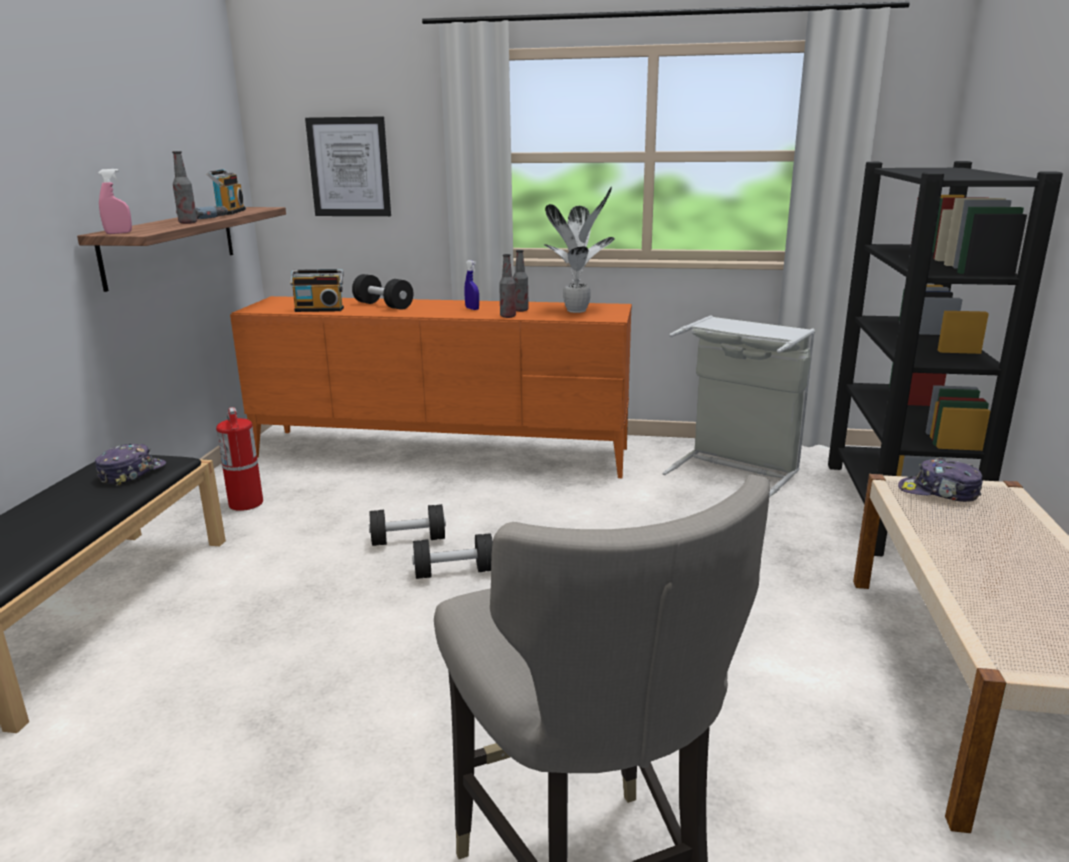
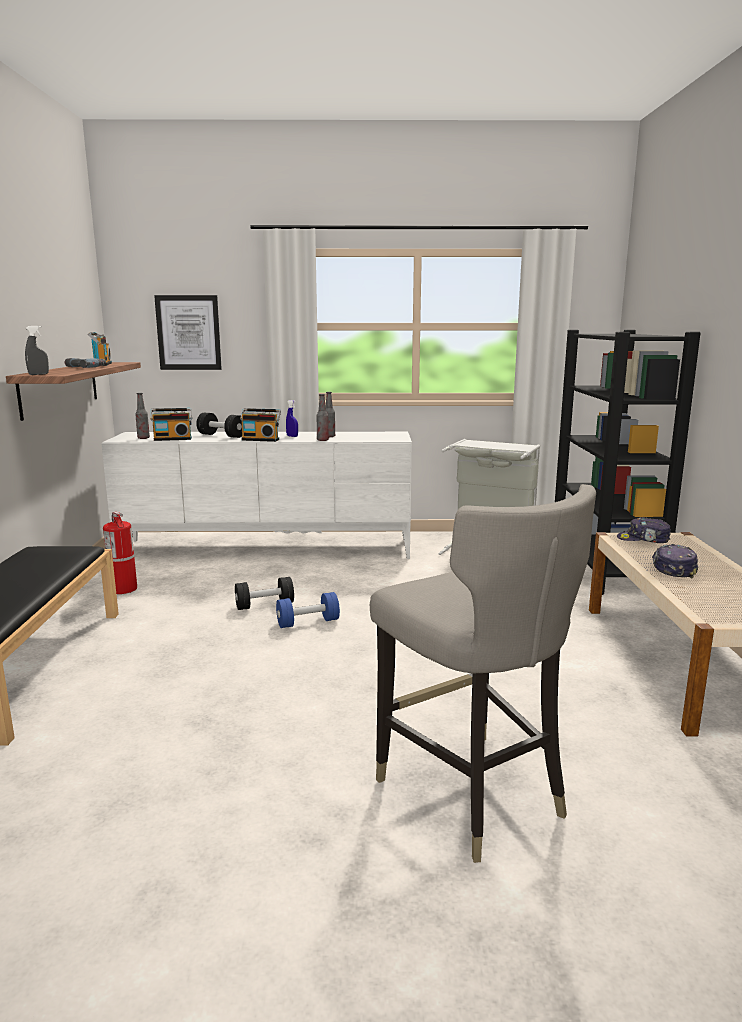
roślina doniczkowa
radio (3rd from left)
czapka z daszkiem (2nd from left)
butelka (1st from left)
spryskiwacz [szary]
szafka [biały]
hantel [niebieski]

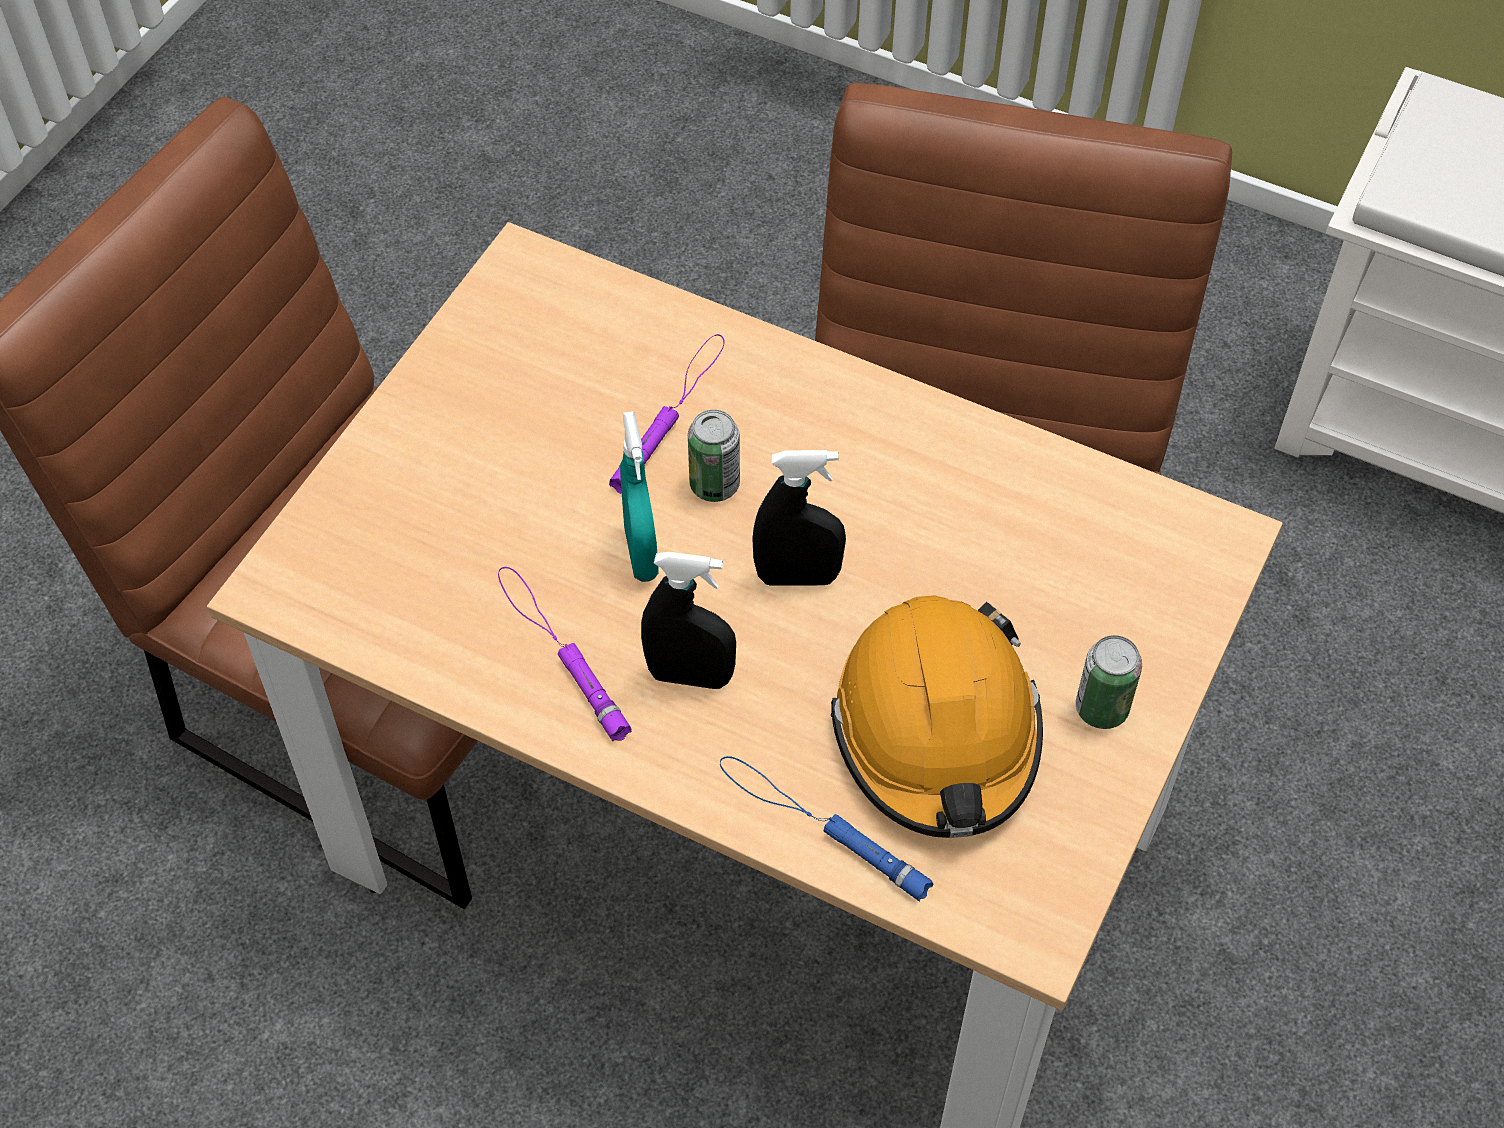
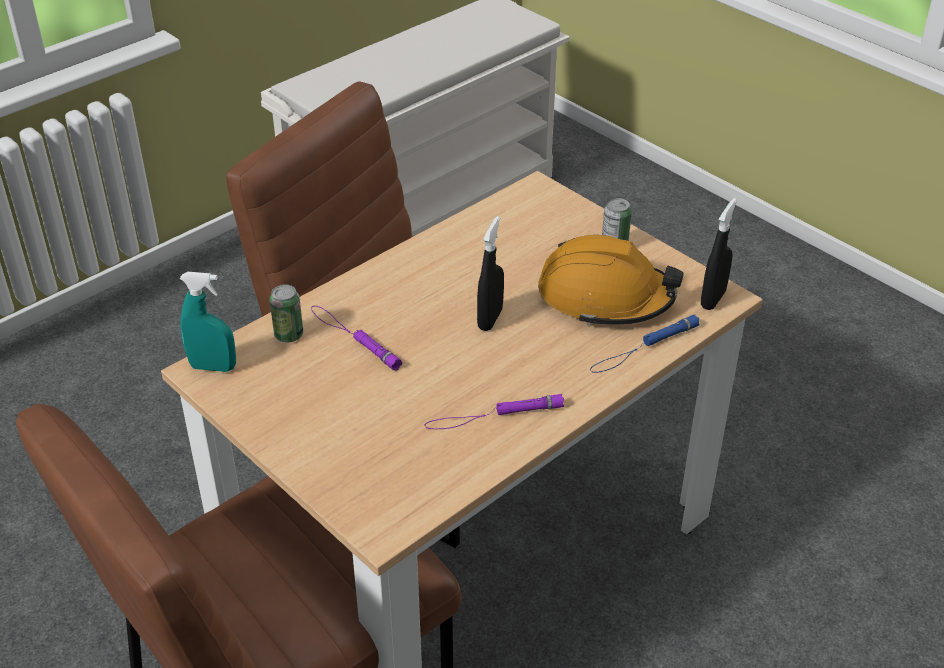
spryskiwacz [turkusowy]
spryskiwacz [czarny] (2nd from left)
puszka (1st from left)

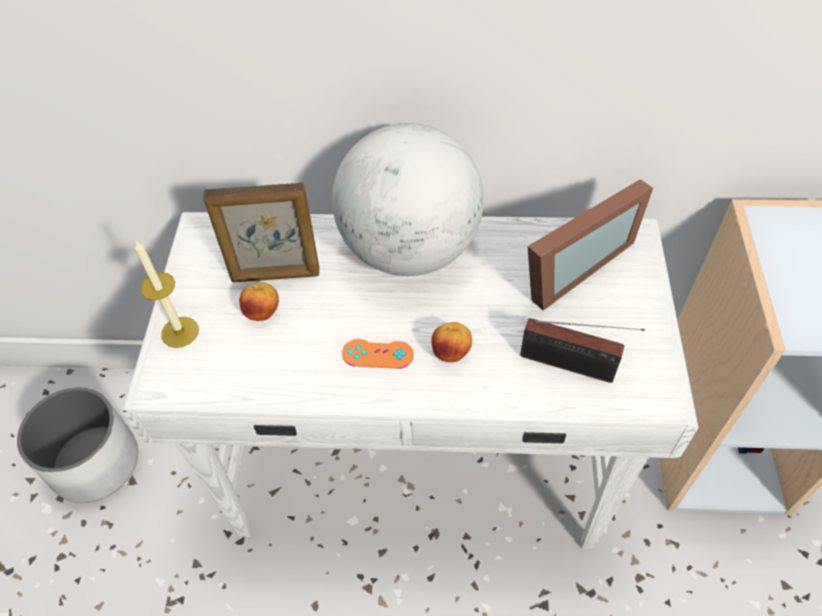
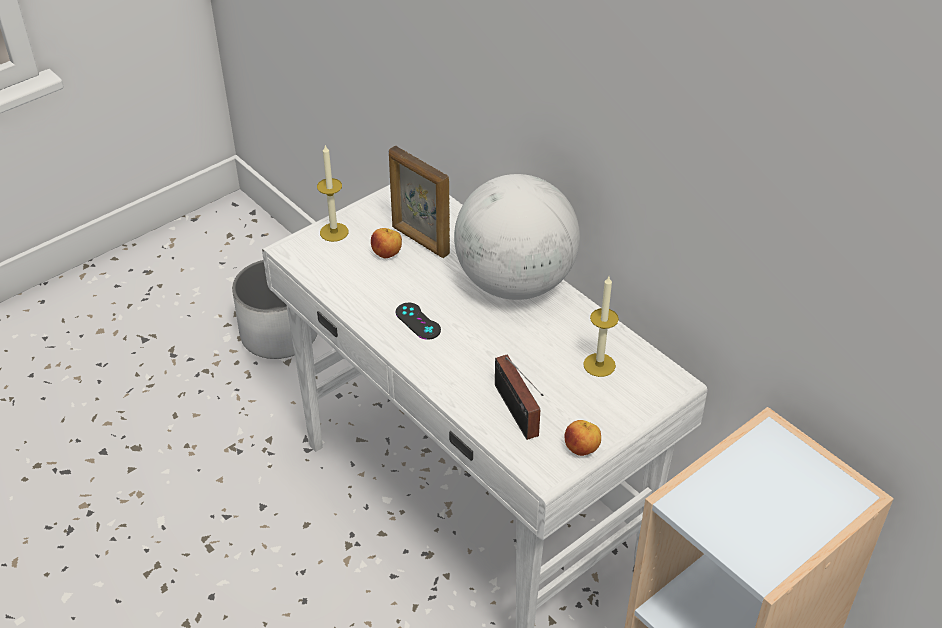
jabłko (2nd from left)
świeca (2nd from left)
pad do gier [czarny]

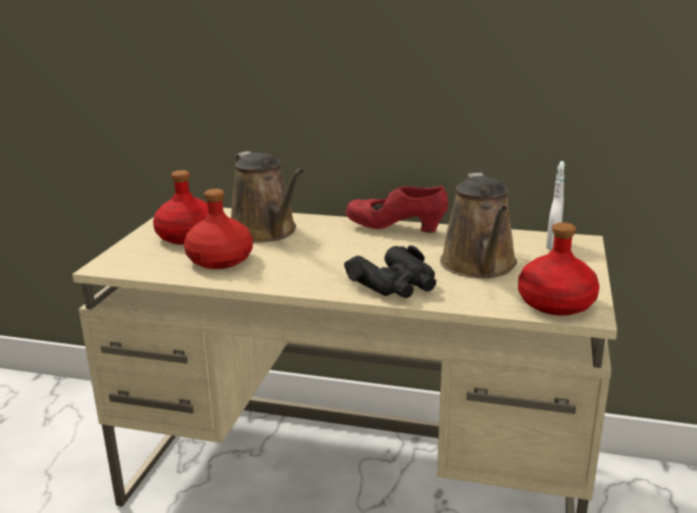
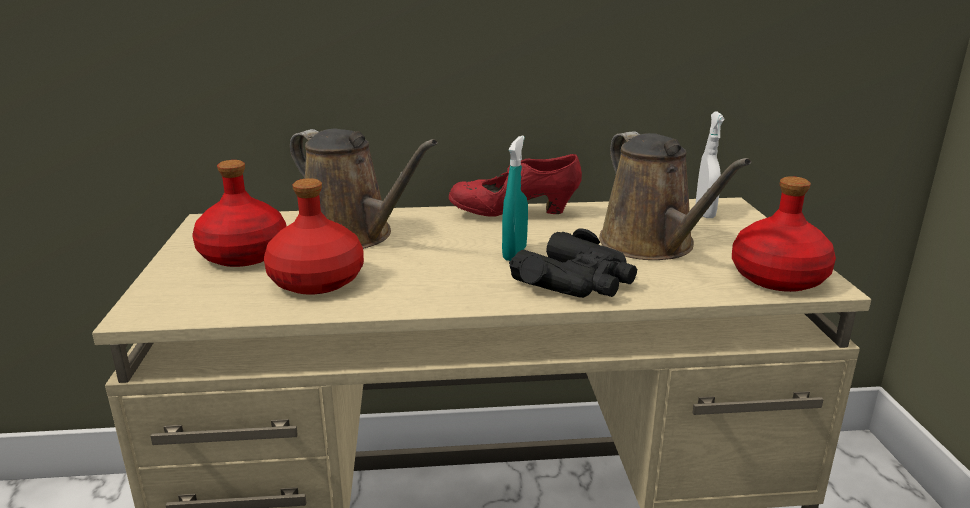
spryskiwacz [turkusowy]

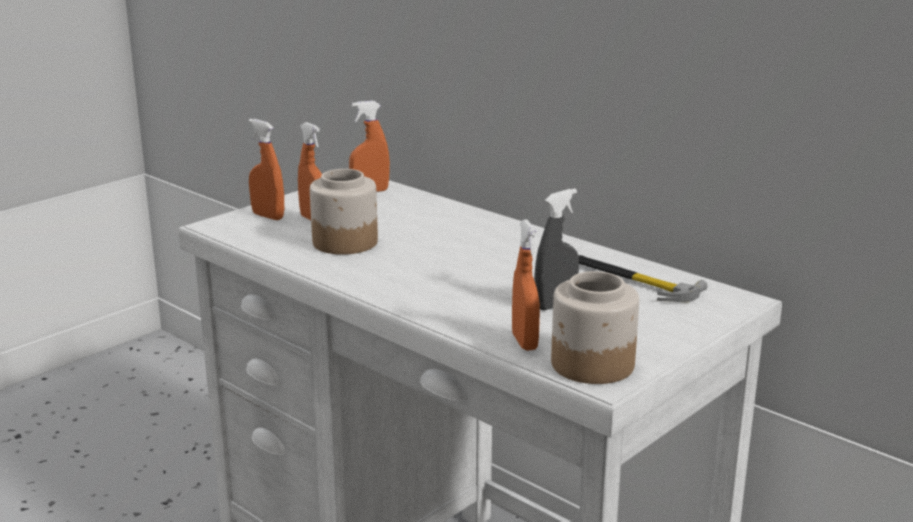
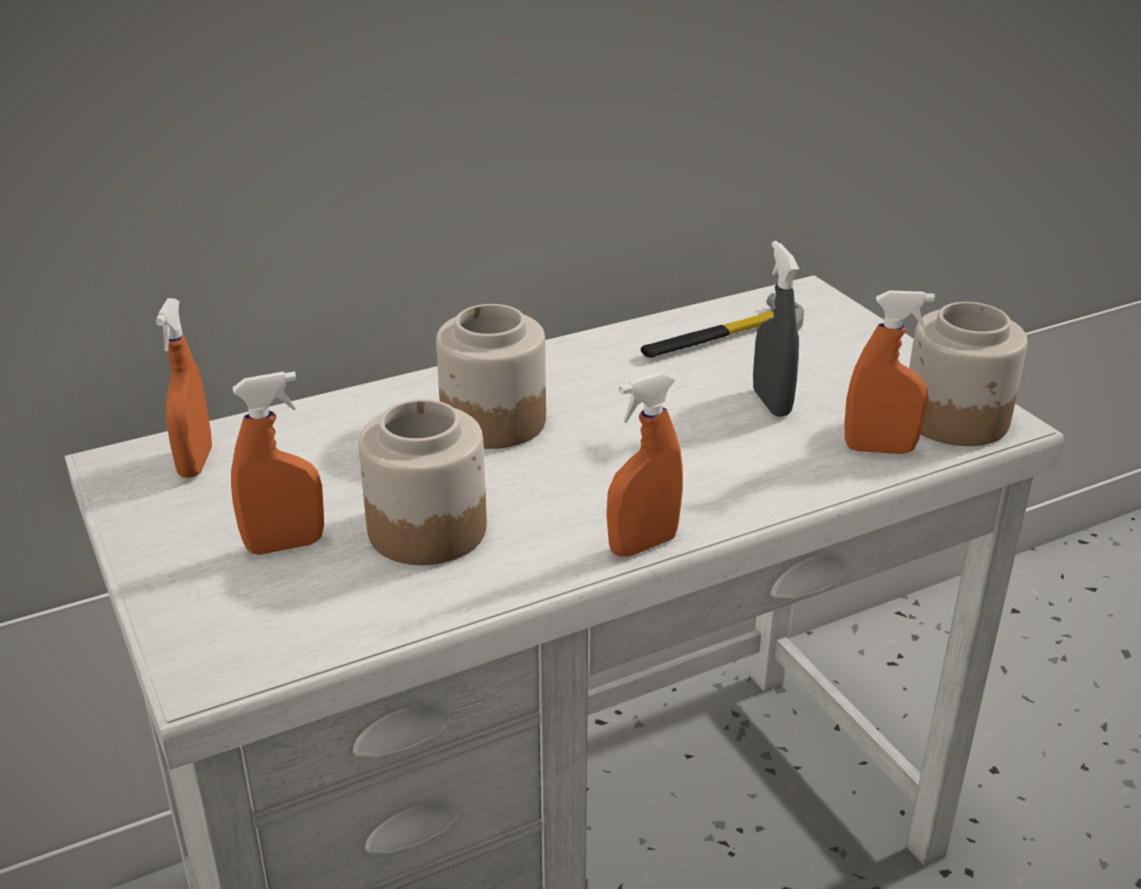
słoik (2nd from left)
spryskiwacz [pomarańczowy] (3rd from left)

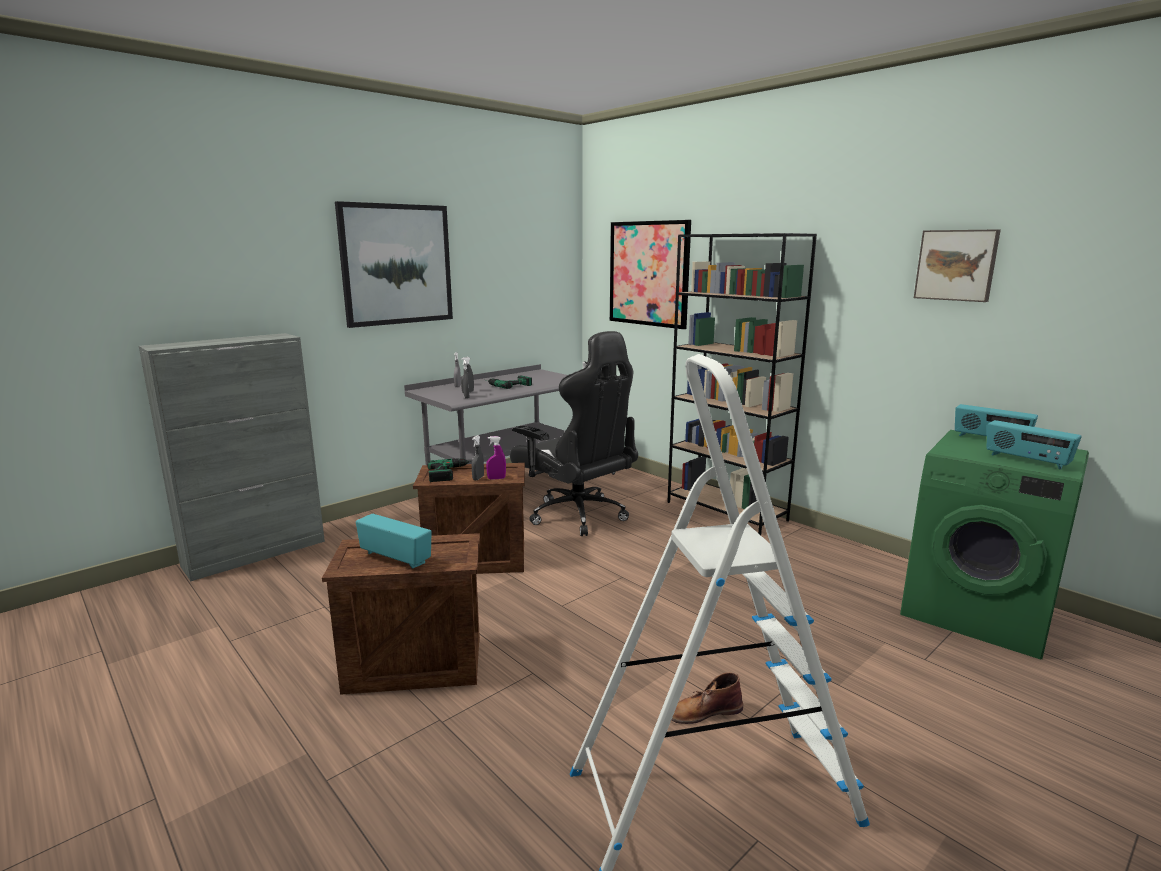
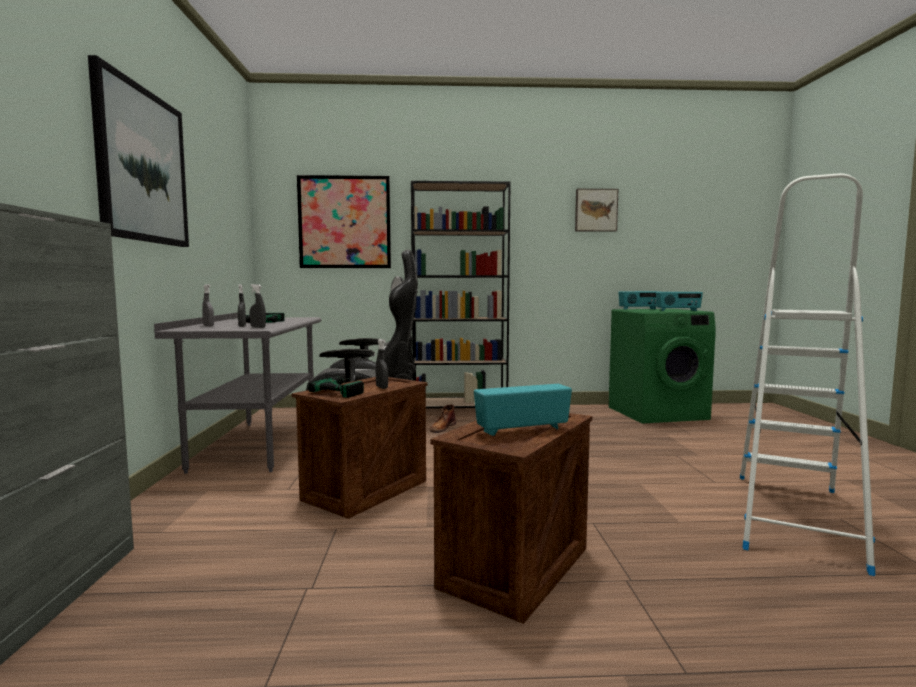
spryskiwacz [fioletowy]
but z cholewką [brązowy]

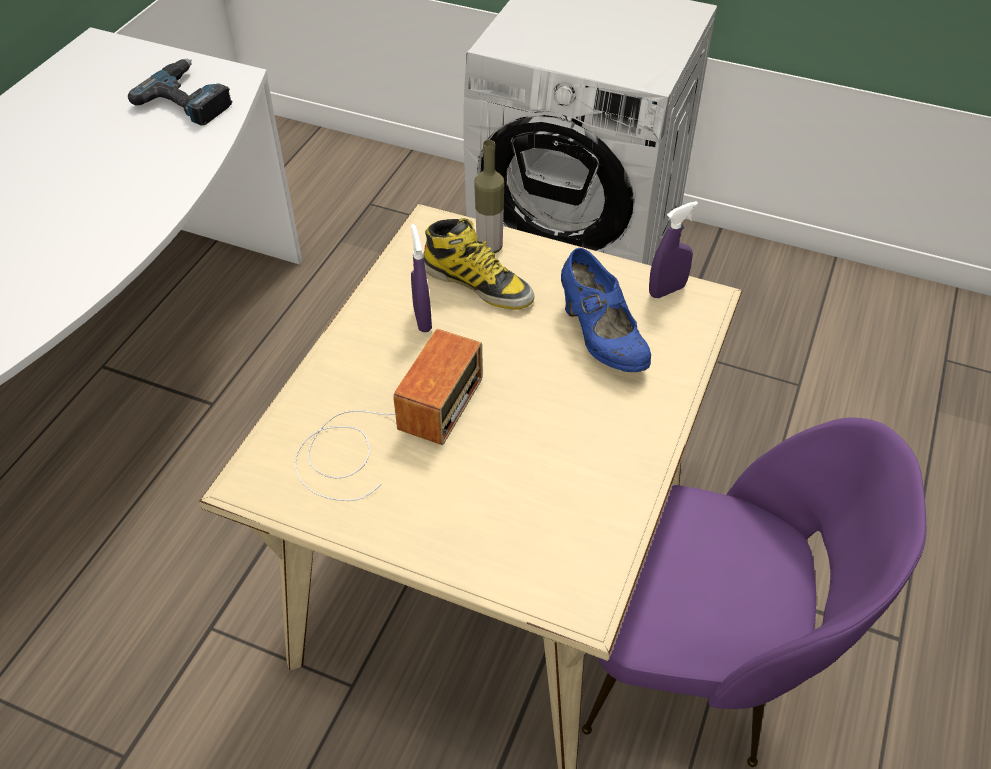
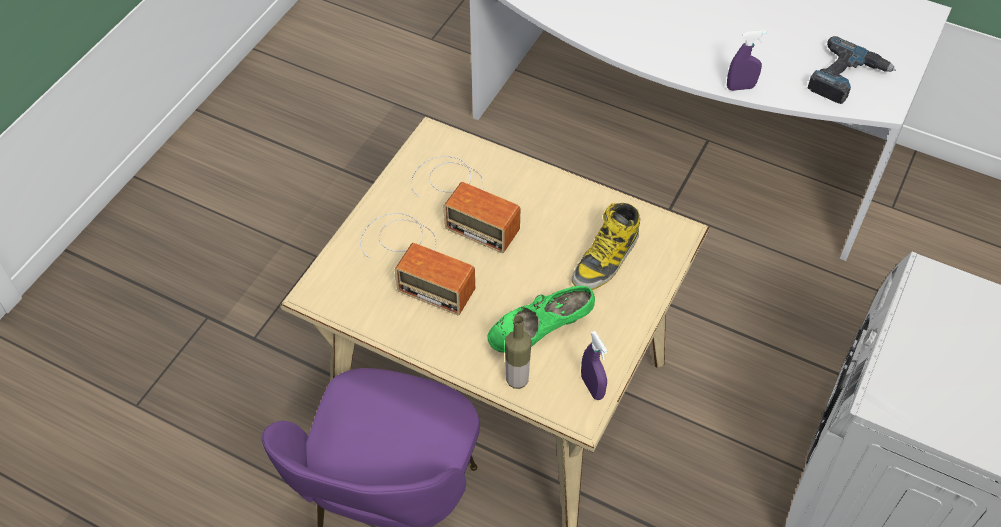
radio (1st from left)
spryskiwacz [fioletowy] (2nd from left)
butelka
but [zielony]

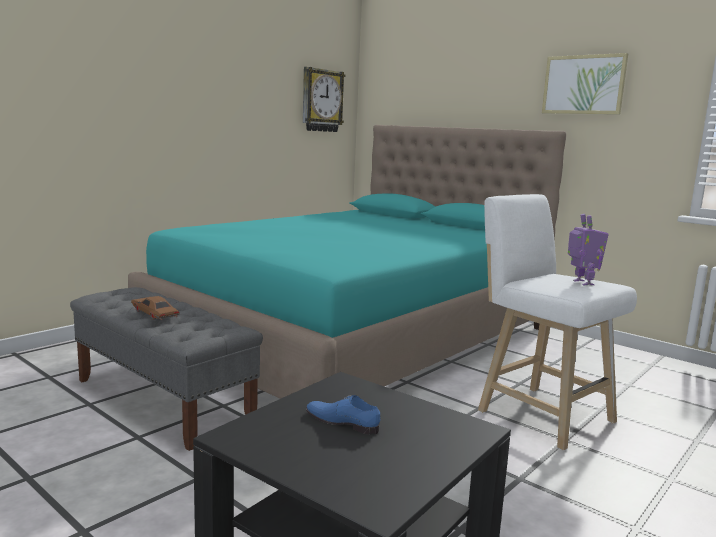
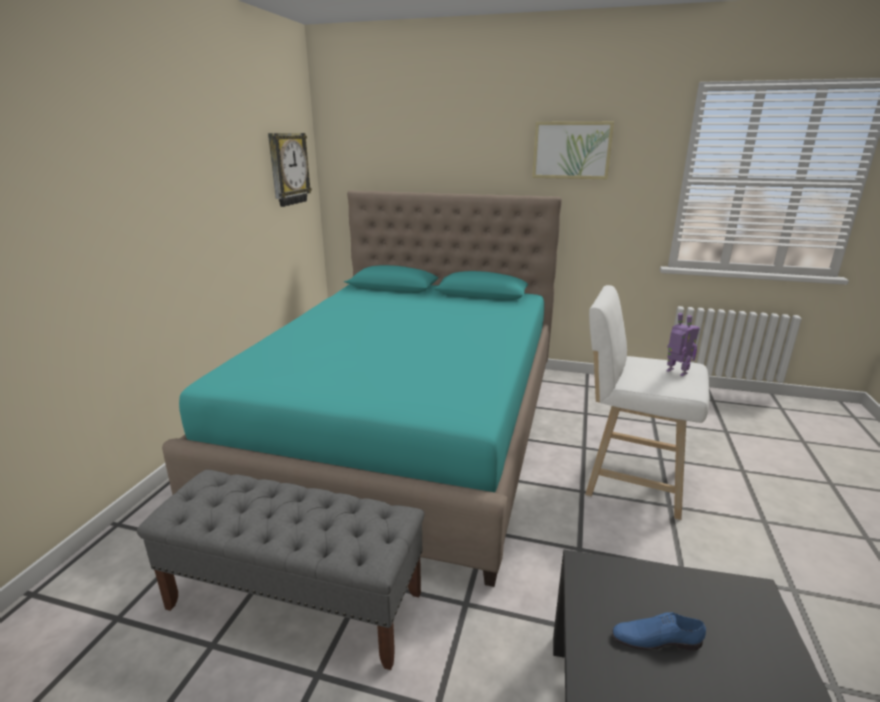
samochodzik [brązowy]

